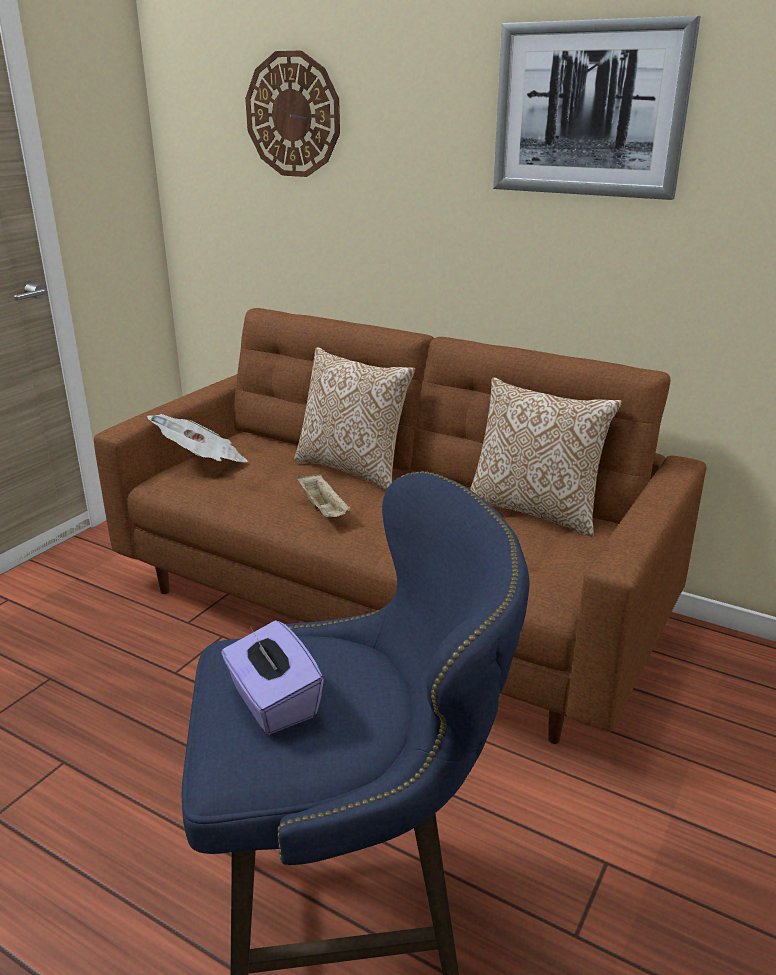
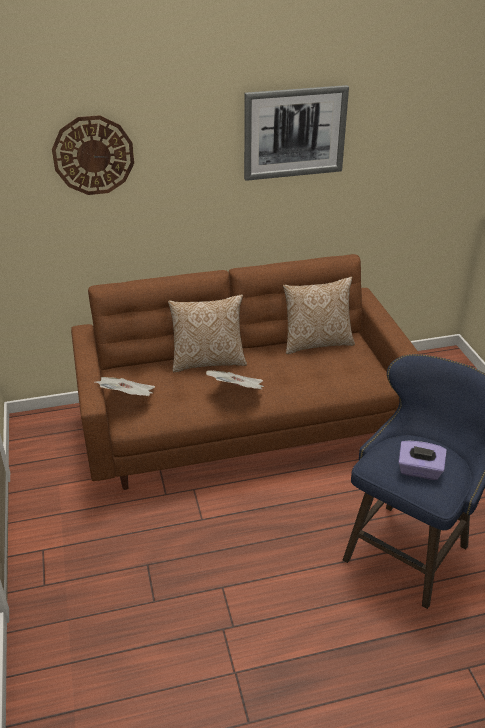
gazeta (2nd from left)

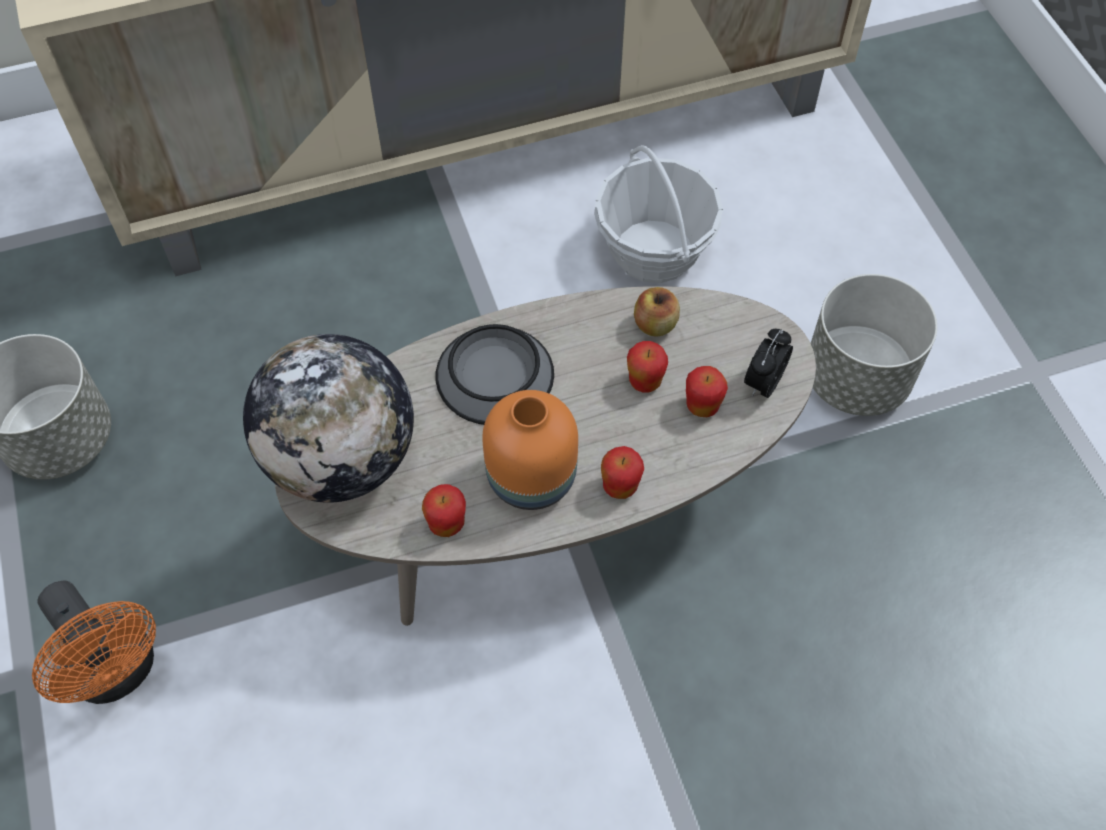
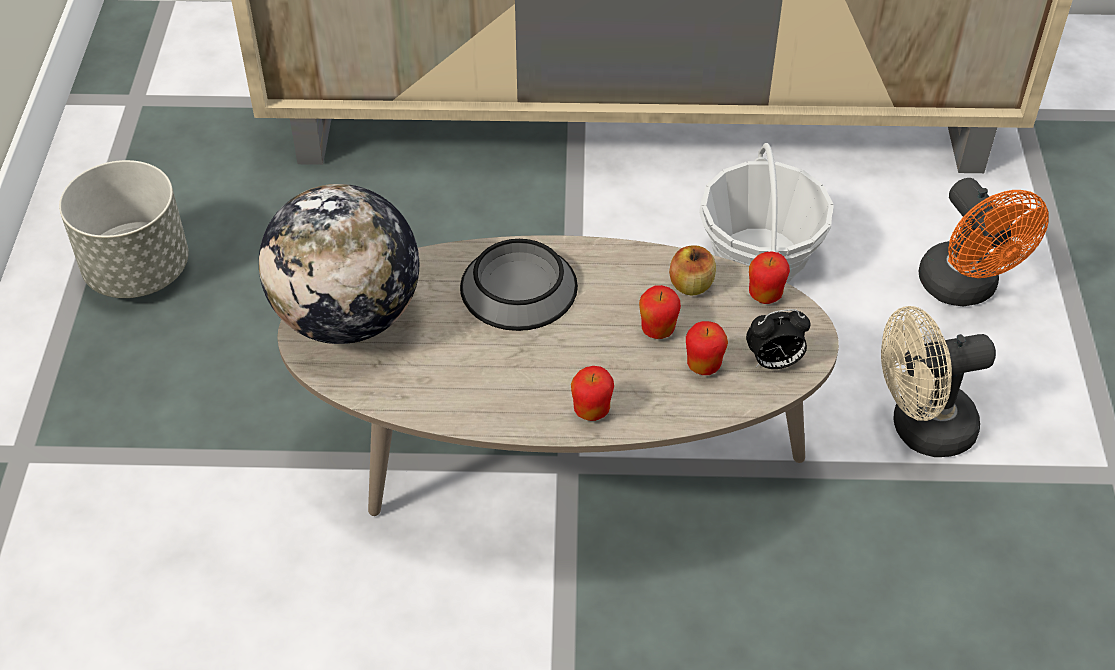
wazon [pomarańczowy]
wentylator [pomarańczowy]
jabłko (5th from left)
wentylator [beżowy]
budzik

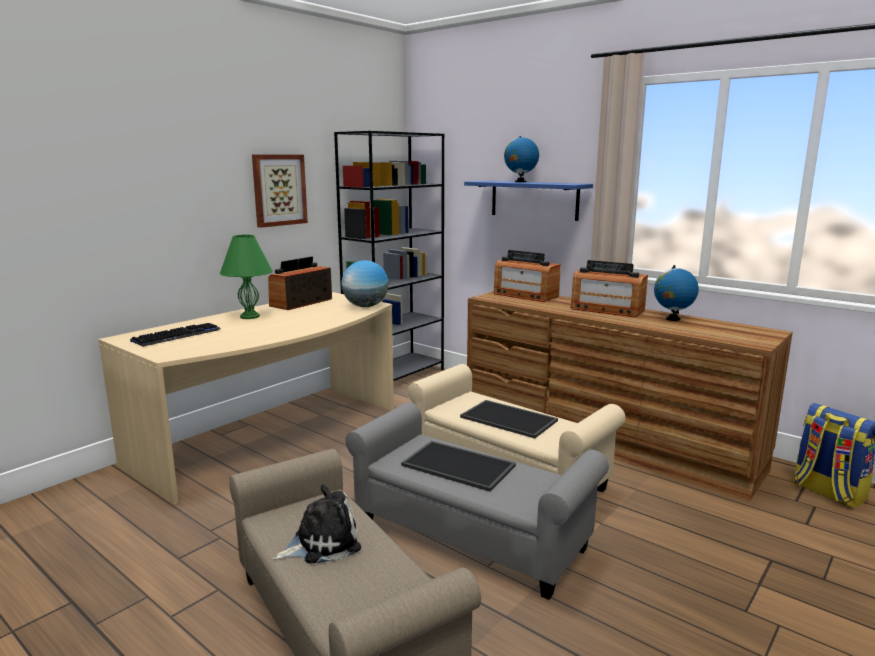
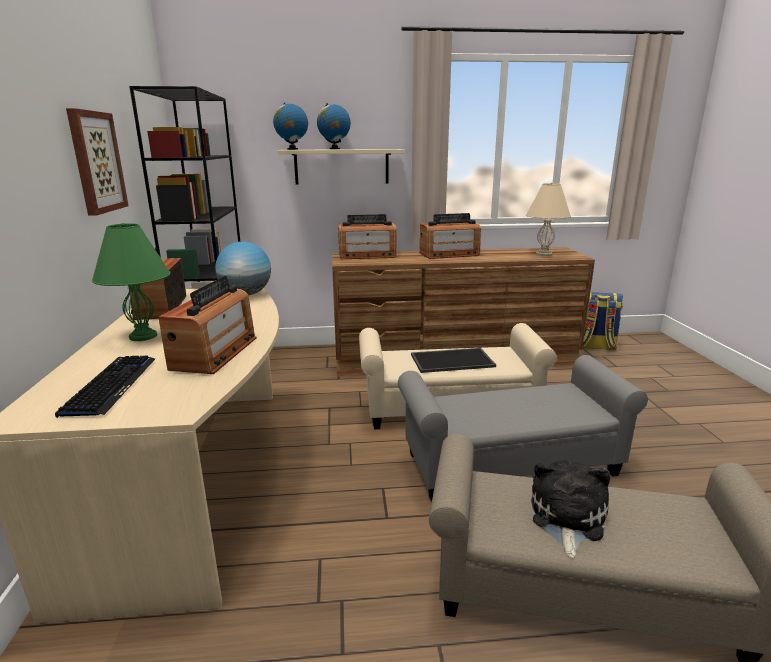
taca (1st from left in the first image)
radio (2nd from left)
lampa stołowa [beżowy]
globus (2nd from left)
półka [beżowy]

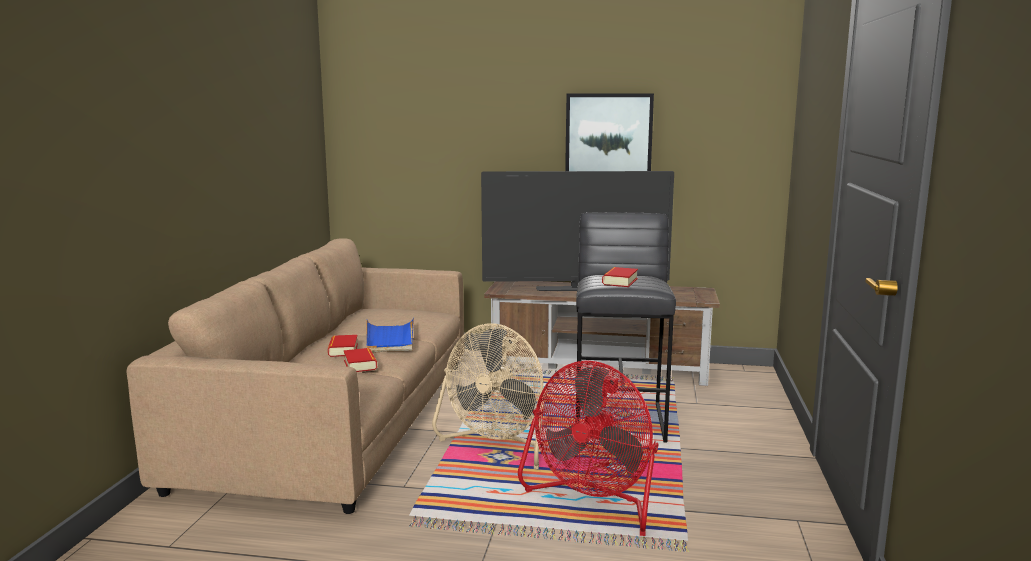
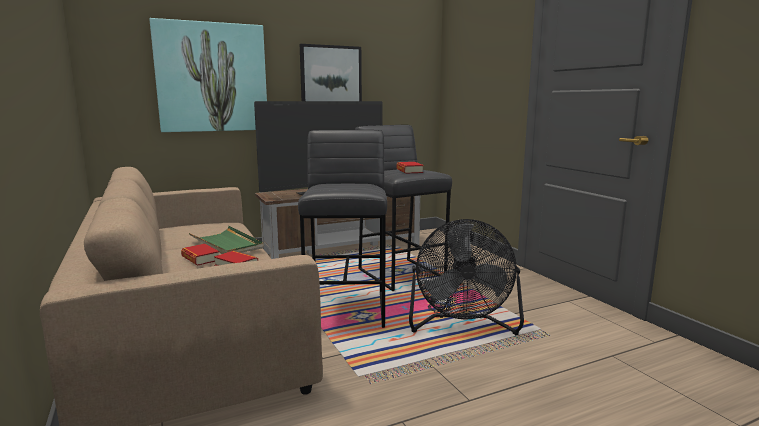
obraz (1st from left)
stołek [szary] (1st from left)
taca [zielony]
wentylator [czarny]

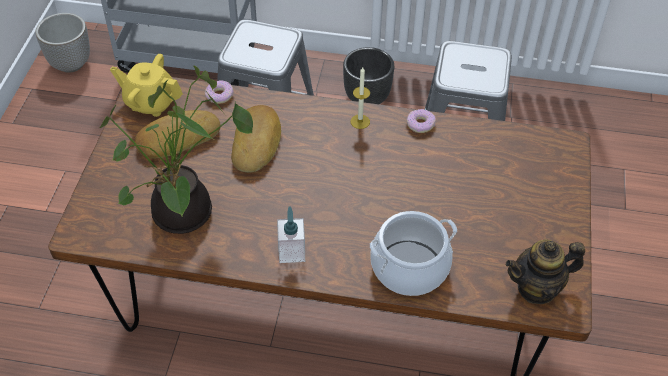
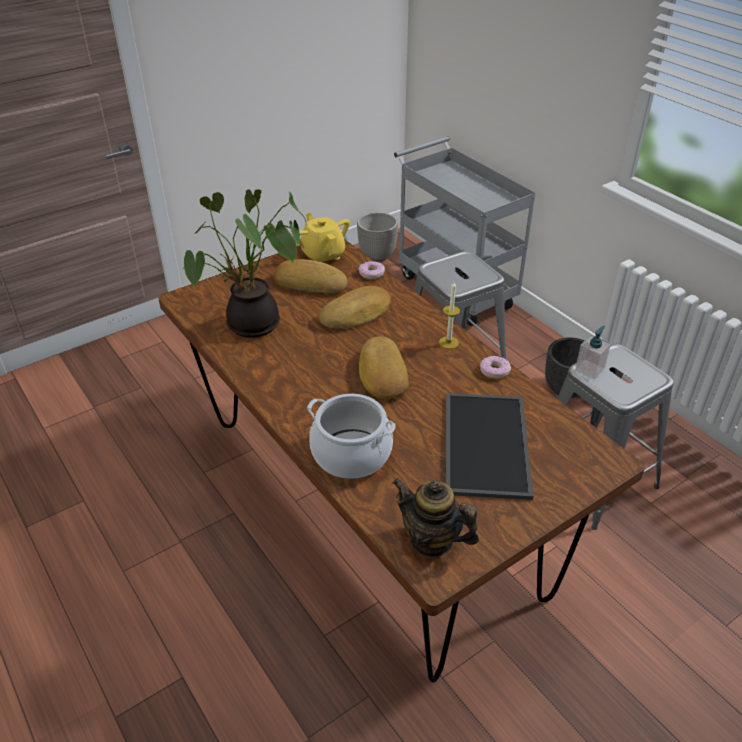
chleb (3rd from left)
taca
dozownik mydła

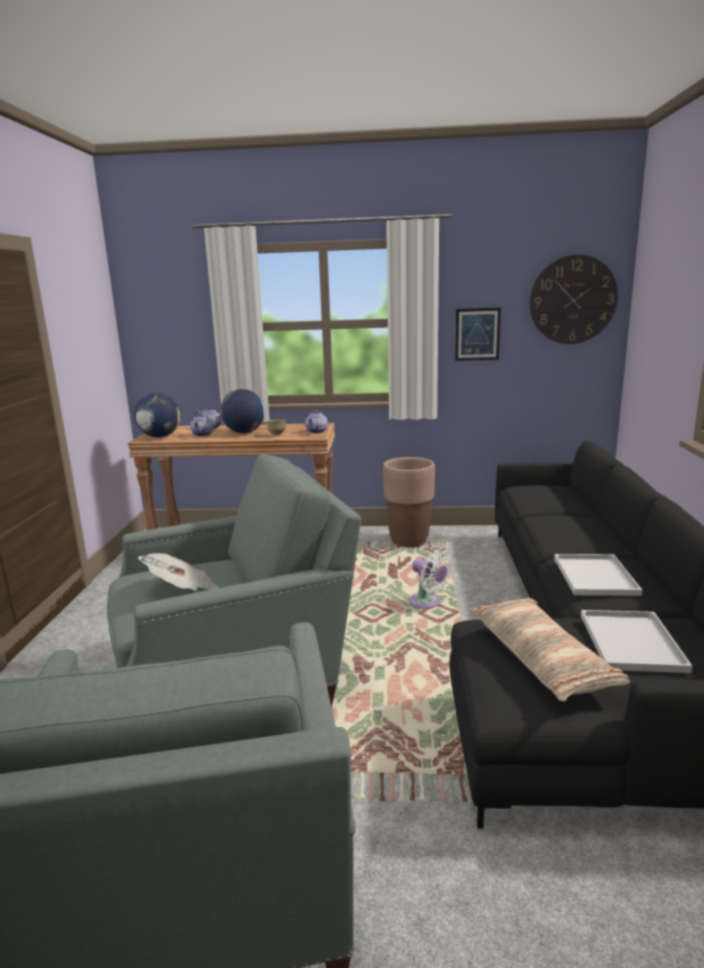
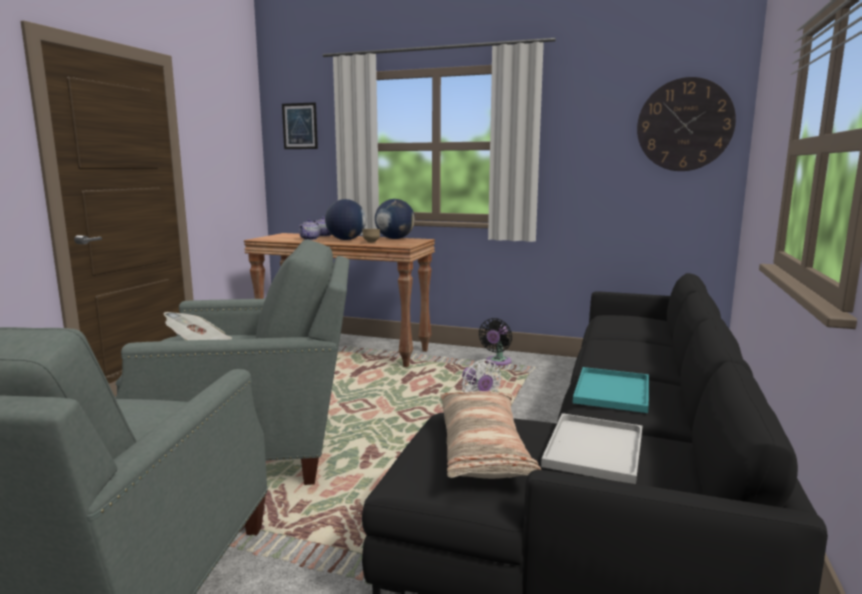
imbryk (3rd from left in the first image)
globus (2nd from left)
obraz
wentylator [czarny]
taca [turkusowy]

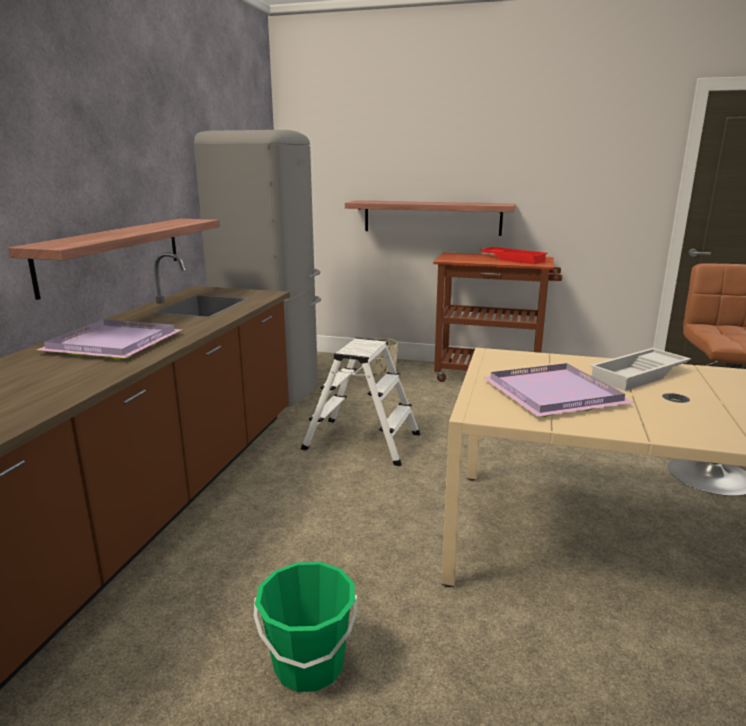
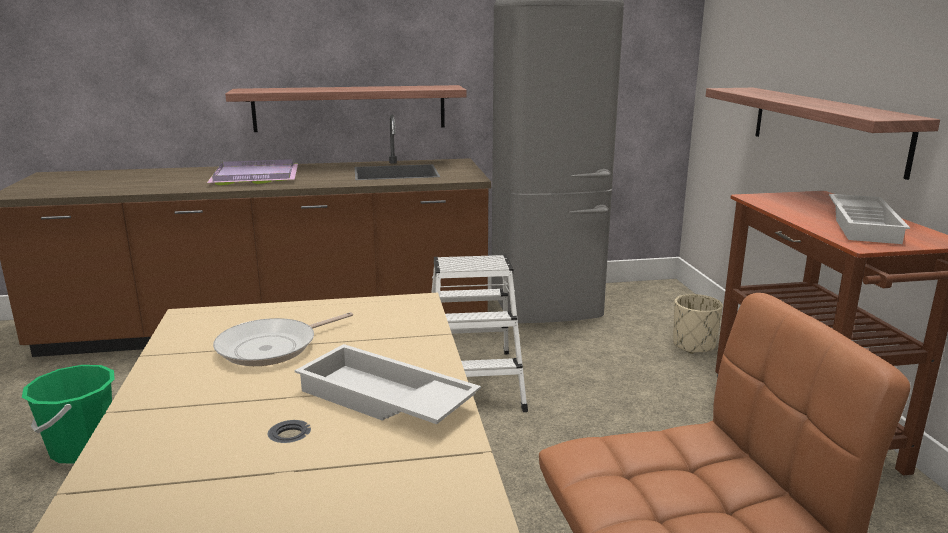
patelnia
taca [biały] (2nd from left)

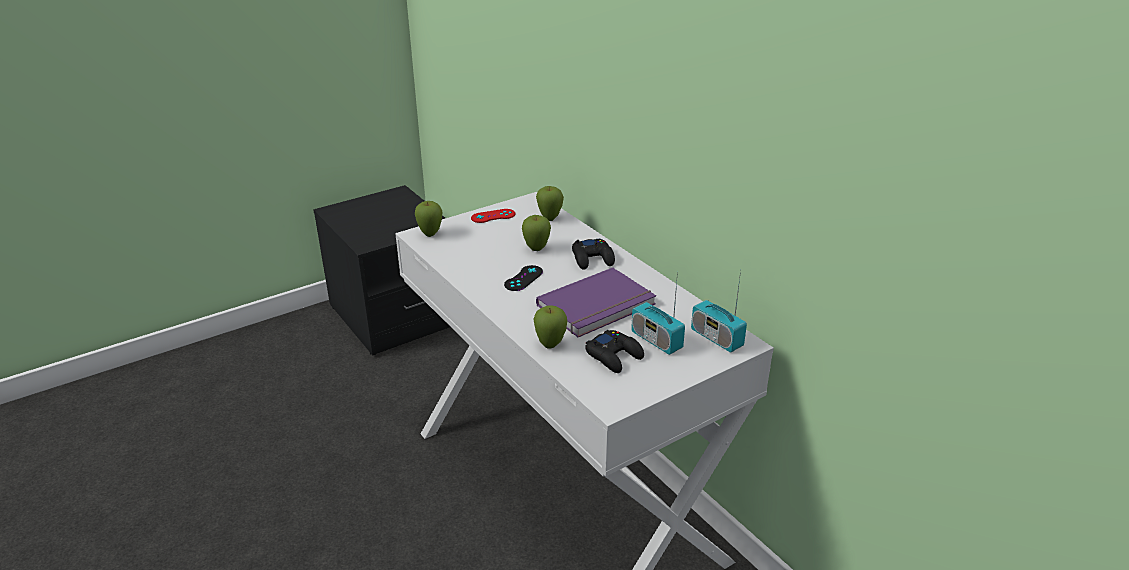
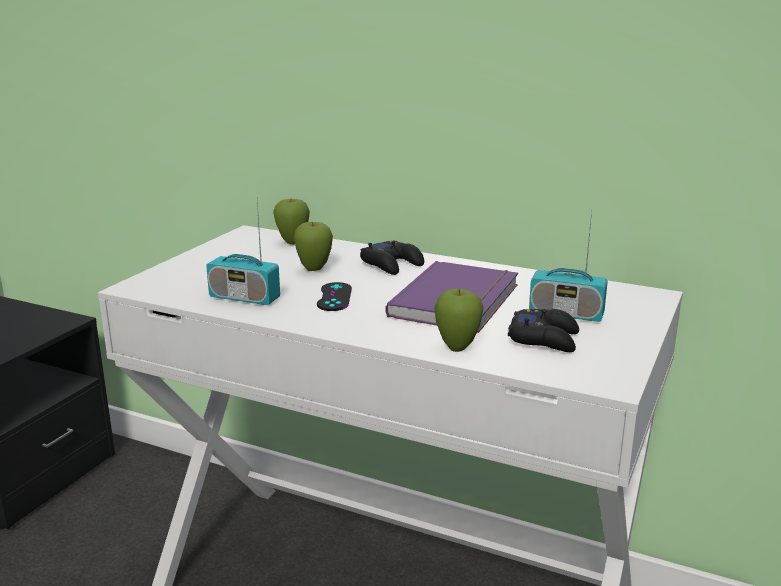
jabłko (1st from left in the first image)
pad do gier [czerwony]
radio (1st from left)

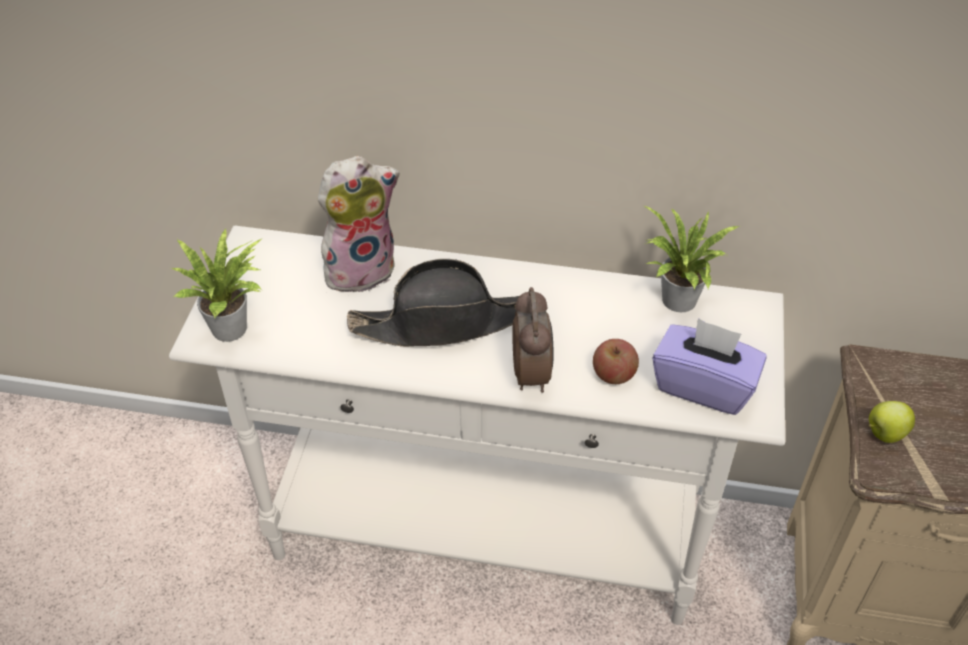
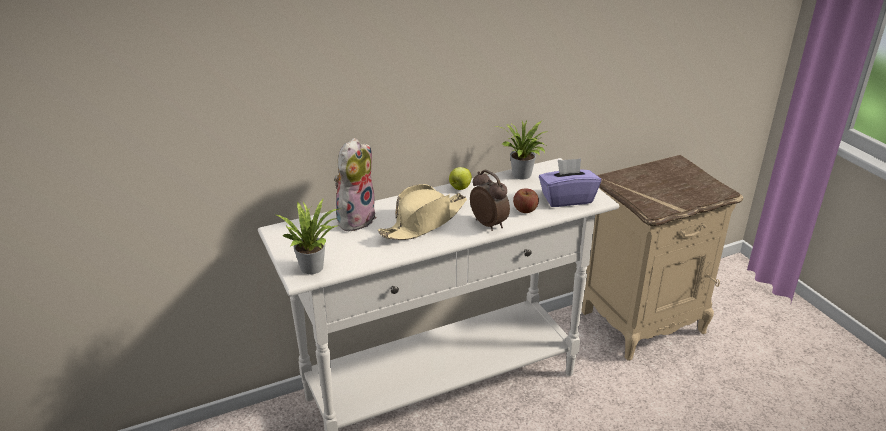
jabłko (1st from left)
kapelusz [beżowy]

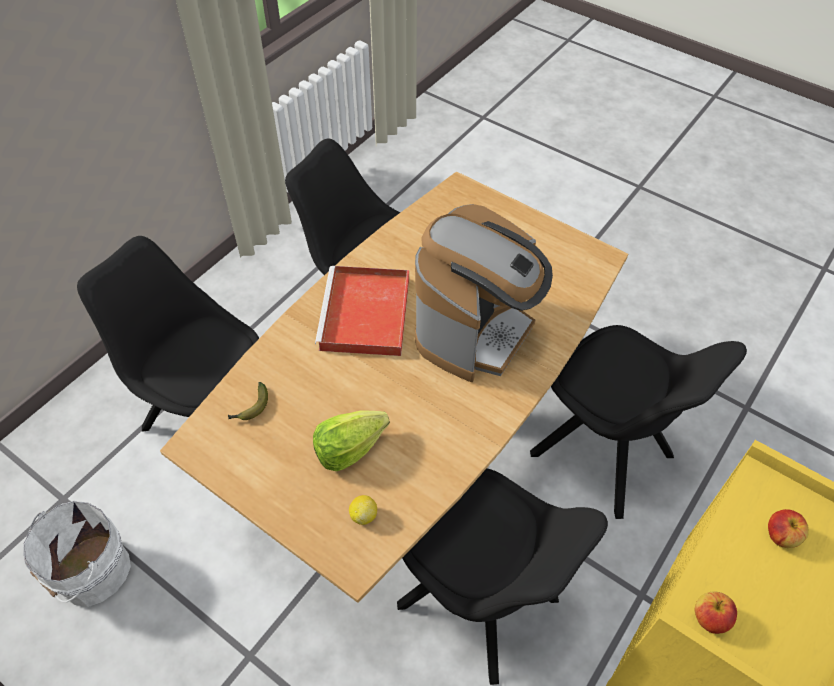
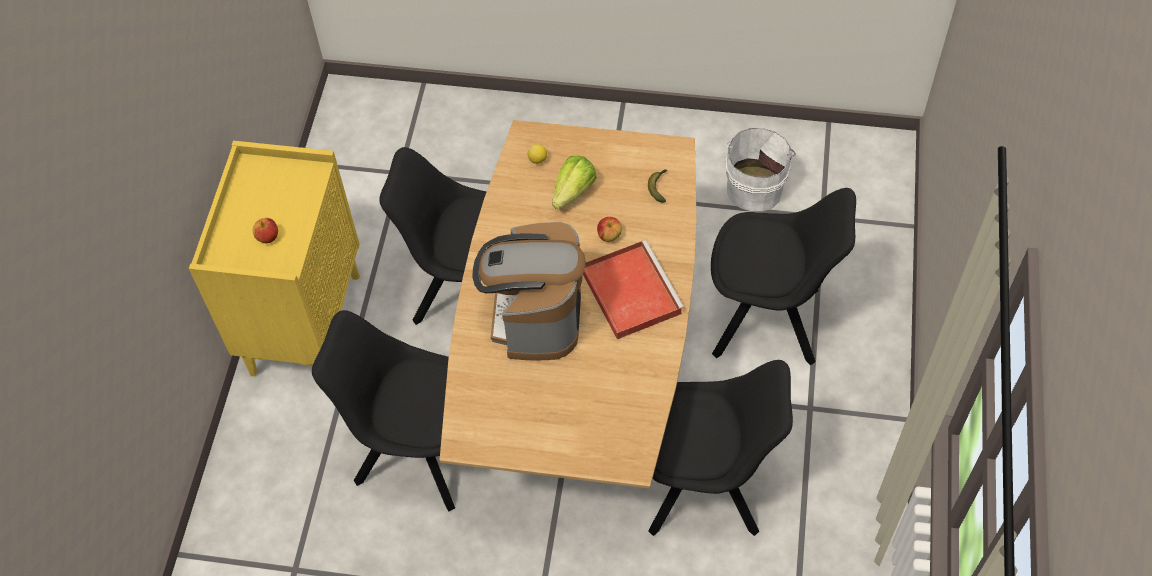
jabłko (2nd from left)

